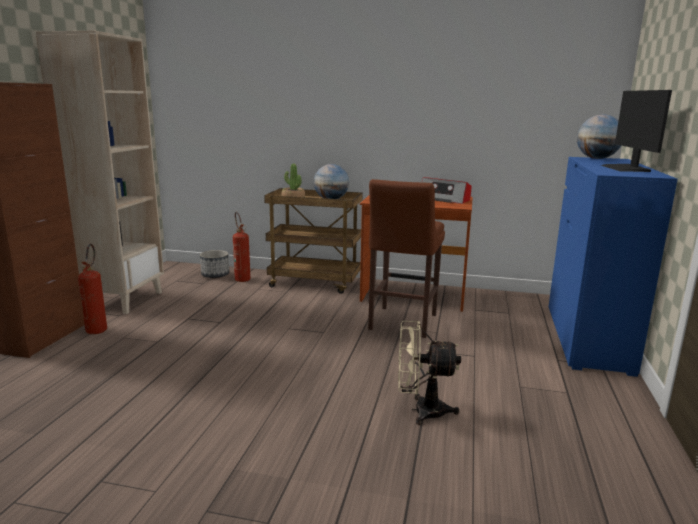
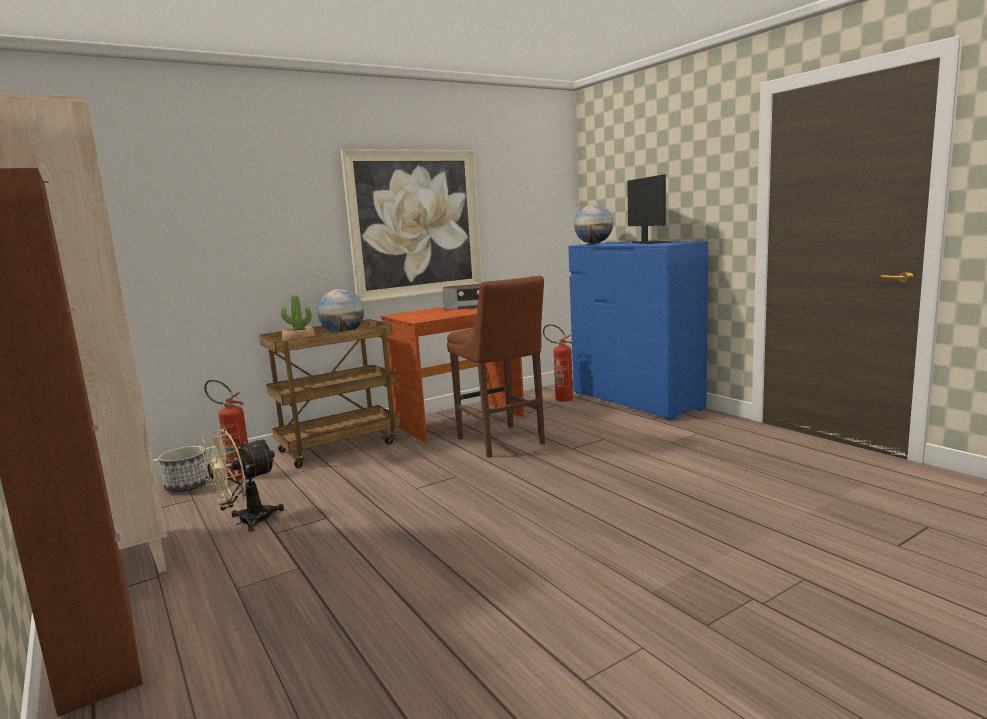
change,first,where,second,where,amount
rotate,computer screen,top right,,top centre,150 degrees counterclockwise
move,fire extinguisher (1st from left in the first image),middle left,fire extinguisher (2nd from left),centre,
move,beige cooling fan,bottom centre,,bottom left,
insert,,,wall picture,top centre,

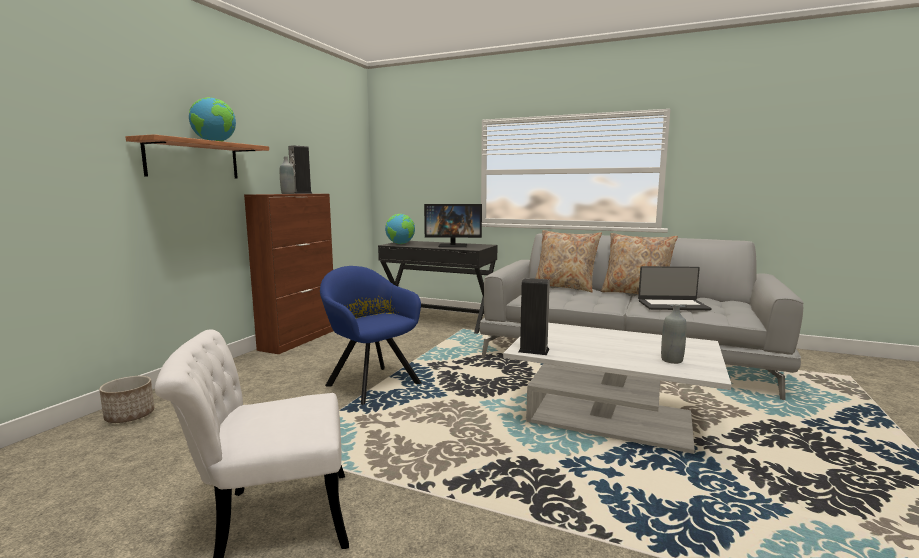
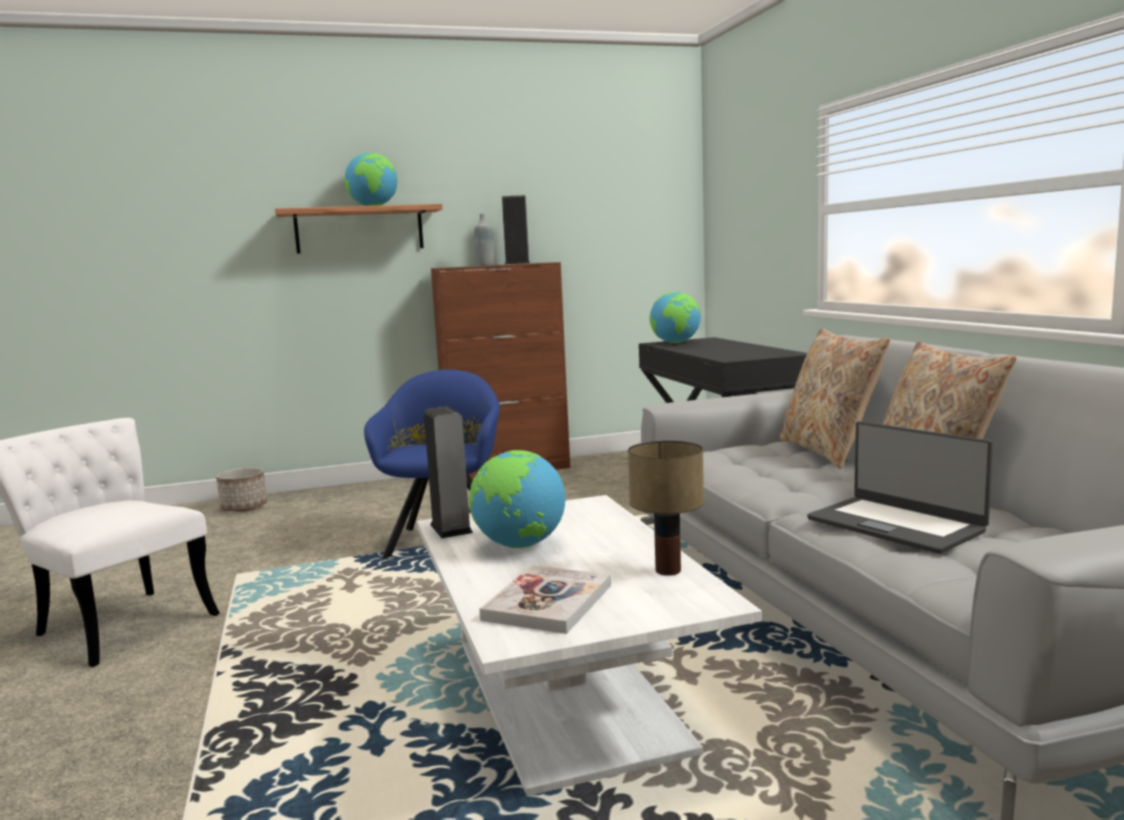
change,first,where,second,where,amount
delete,computer screen,centre,,,
replace,gray beverage bottle (2nd from left),middle right,volume,bottom centre,
insert,,,lamp for a table,centre,
insert,,,desk globe (2nd from left),centre,

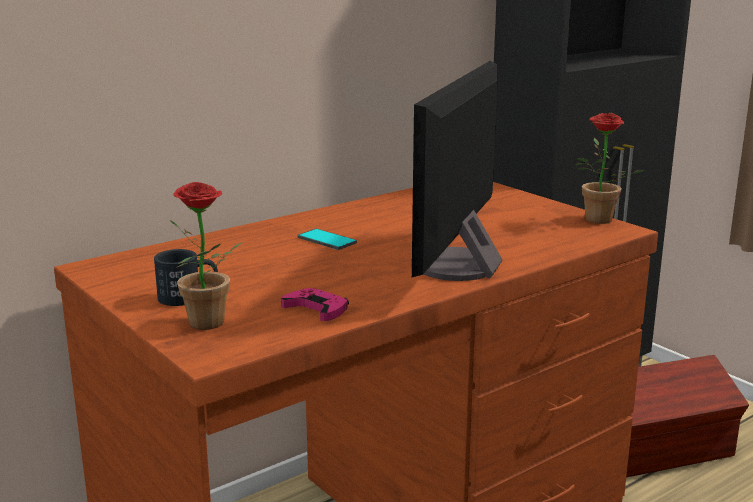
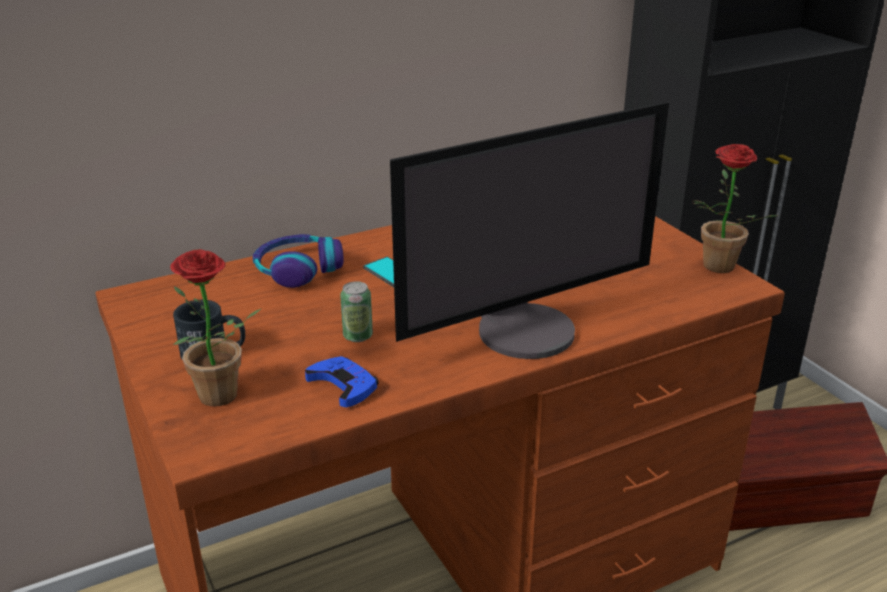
change,first,where,second,where,amount
rotate,computer screen,centre,,centre,150 degrees counterclockwise
recolor,pink-coloured game controller,centre,blue game controller,centre,
insert,,,headphones,centre,
insert,,,metal can,centre,

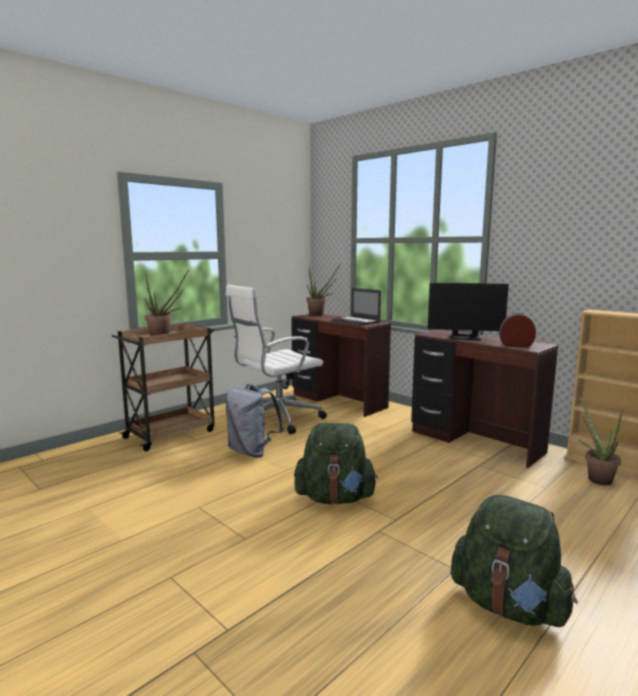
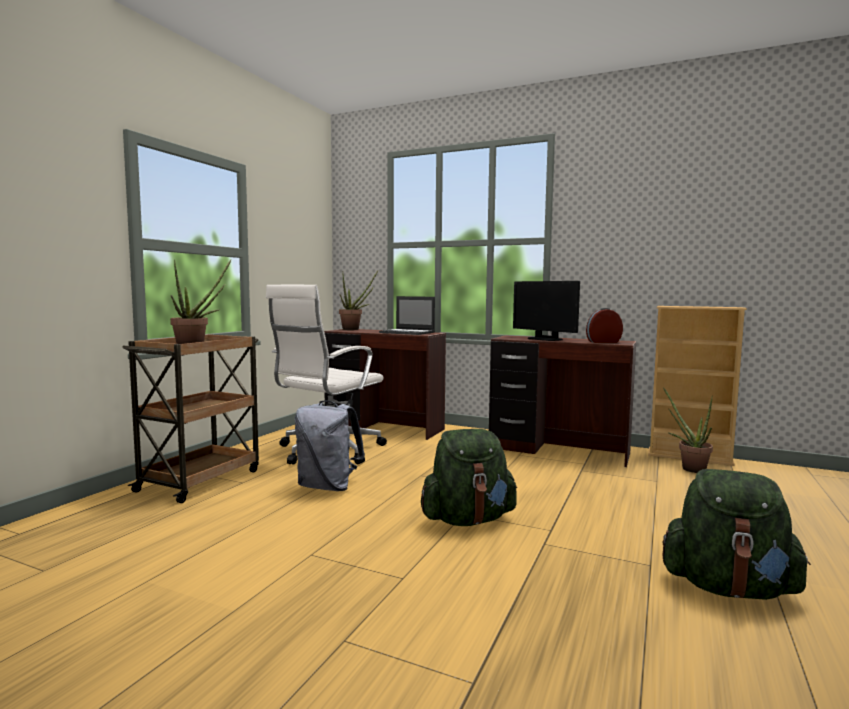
change,first,where,second,where,amount
rotate,computer screen,middle right,,centre,60 degrees clockwise

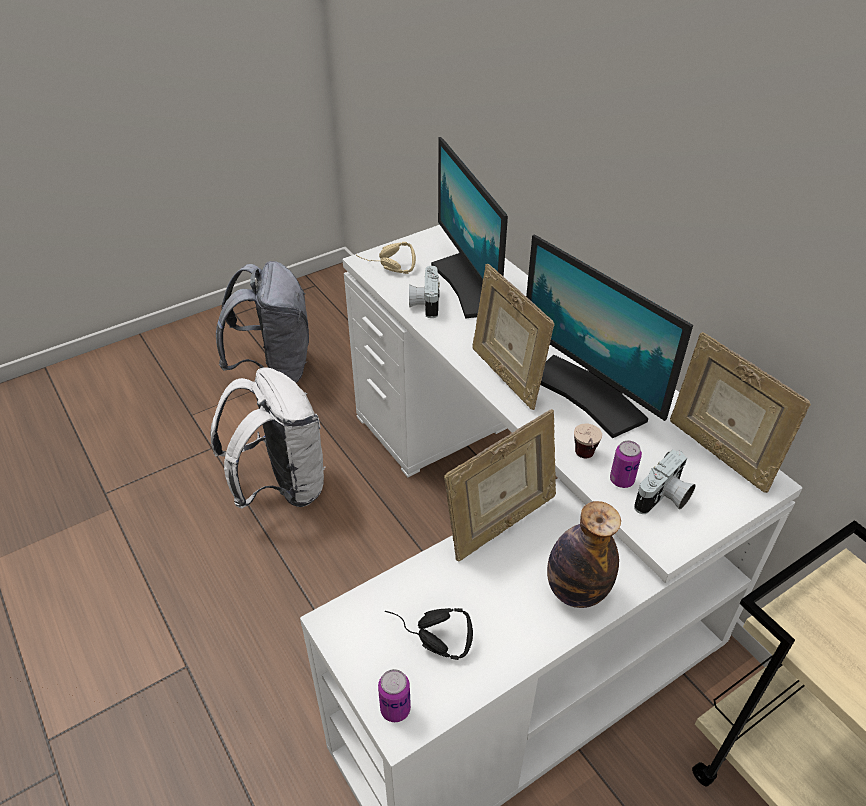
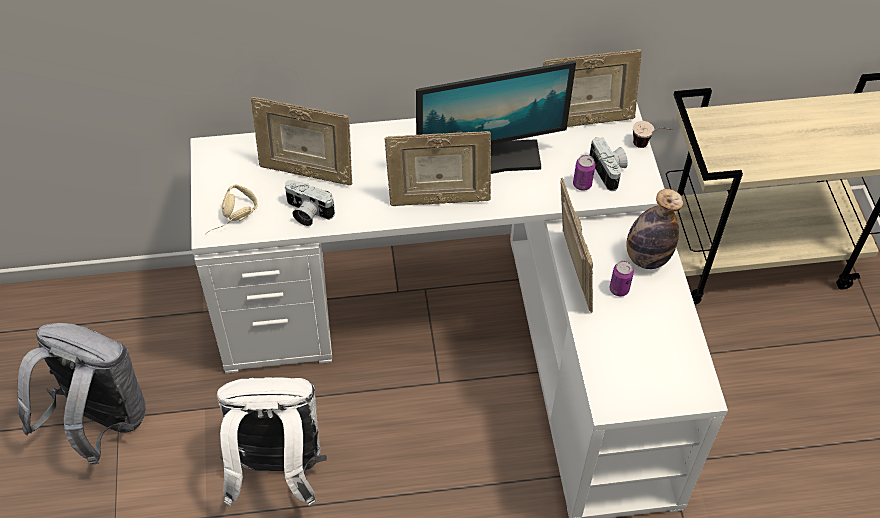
change,first,where,second,where,amount
replace,computer screen (1st from left),top centre,photo frame (1st from left),top centre,
move,cup,middle right,,top right,
delete,black-coloured headphones,bottom centre,,,
move,metal can (1st from left in the first image),bottom centre,metal can (2nd from left),middle right,

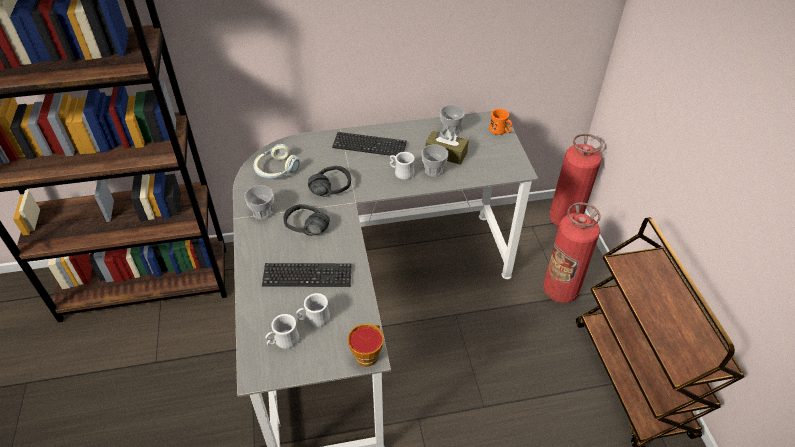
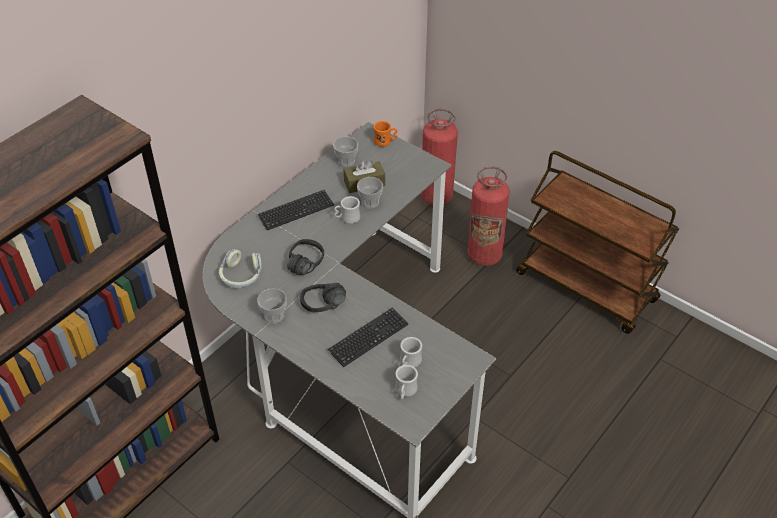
change,first,where,second,where,amount
delete,cup (2nd from left),bottom centre,,,

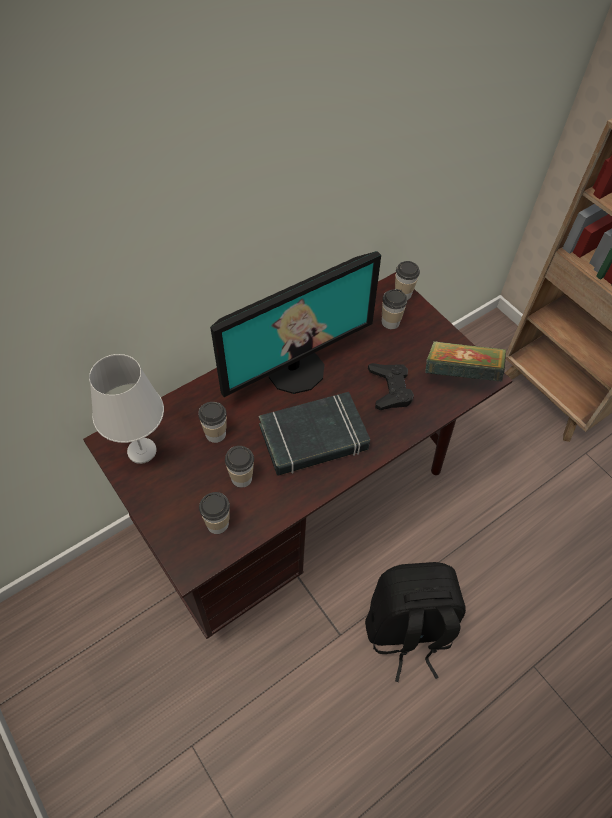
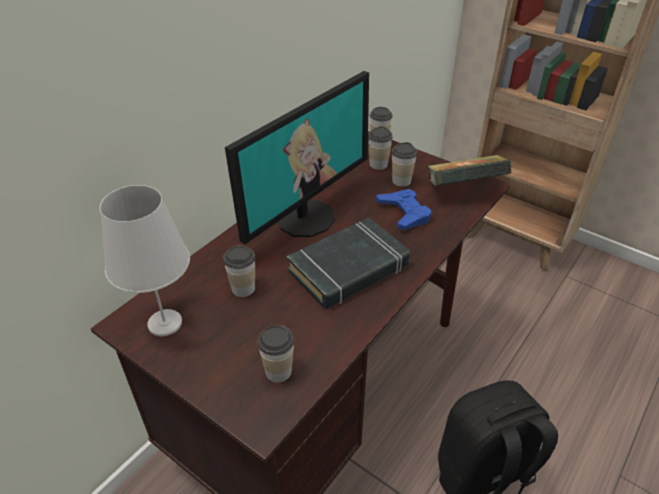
change,first,where,second,where,amount
recolor,black-coloured game controller,centre,blue game controller,centre,
move,cup (3rd from left in the first image),centre,cup (5th from left),top centre,

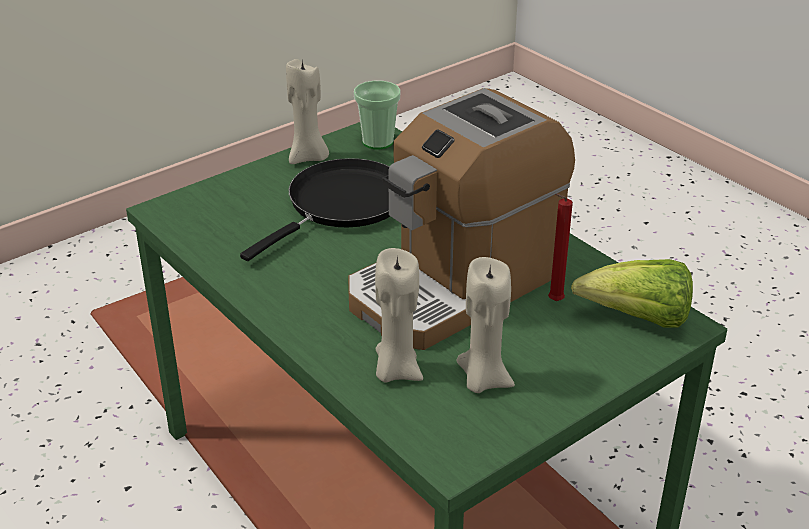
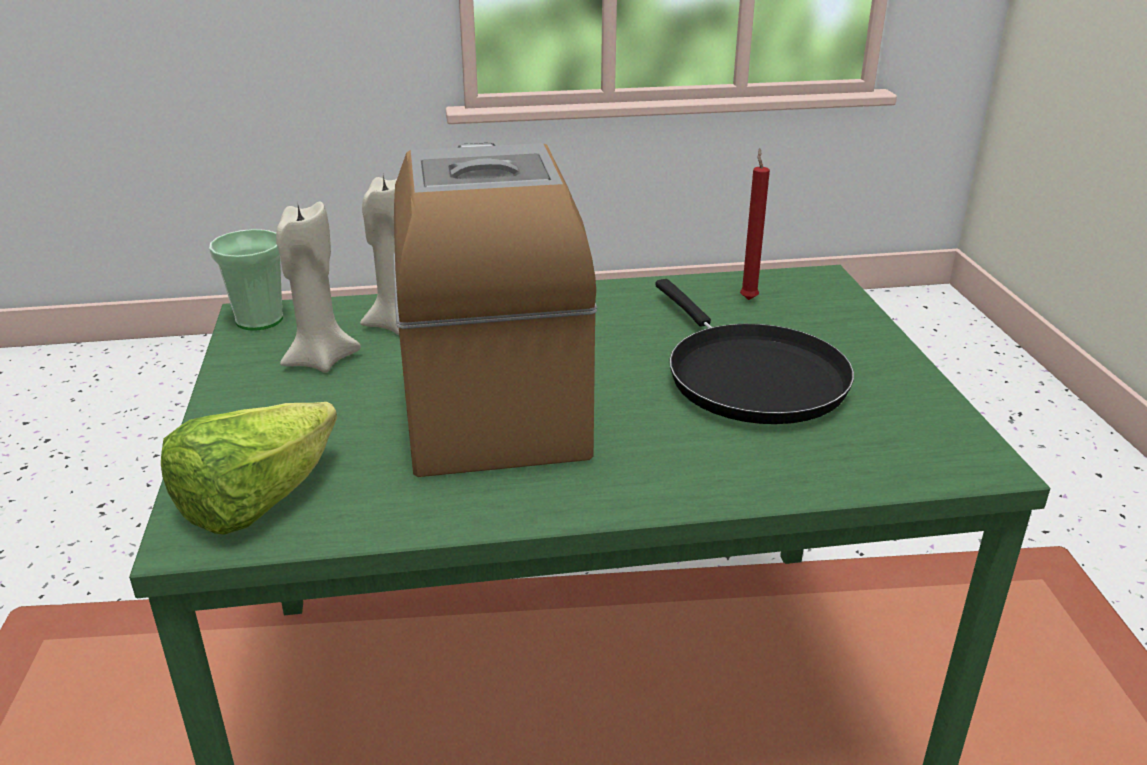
change,first,where,second,where,amount
delete,beige wax light (1st from left),top centre,,,
move,cup,top centre,,middle left,
move,red-coloured wax light,middle right,,top centre,

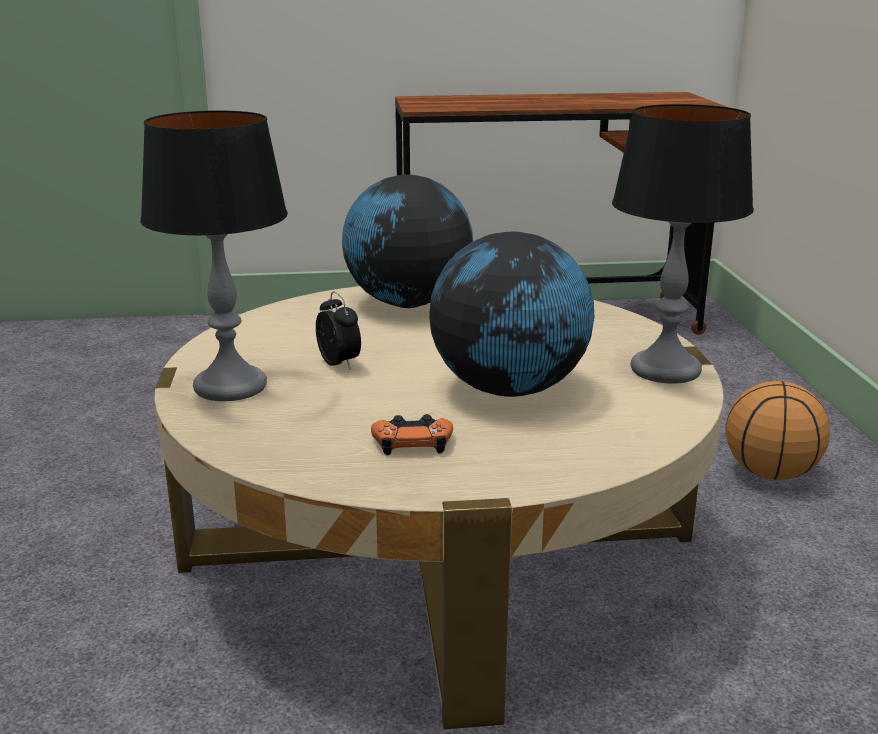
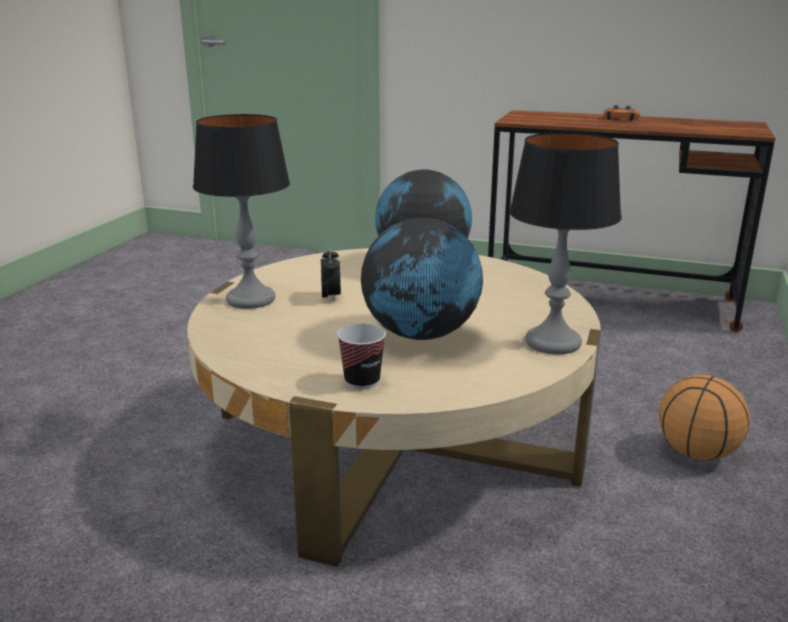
change,first,where,second,where,amount
move,orangey game controller,centre,,top right,
insert,,,cup,centre,

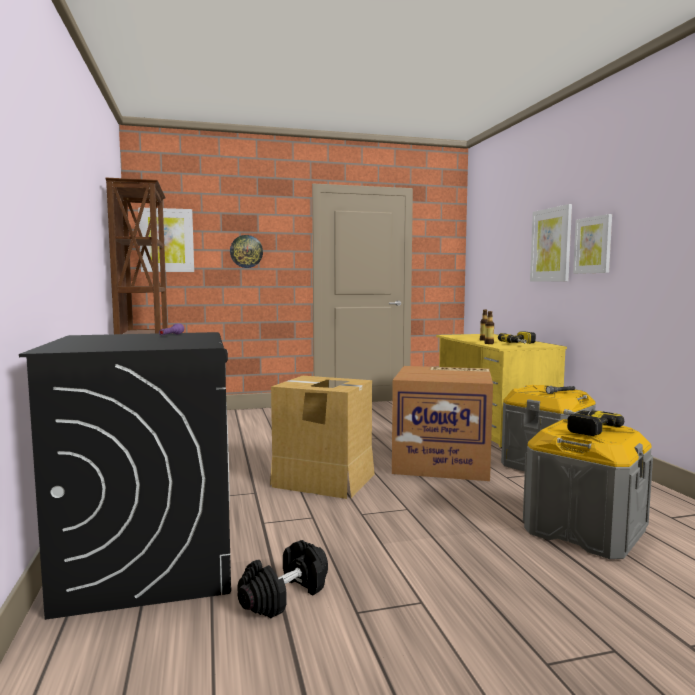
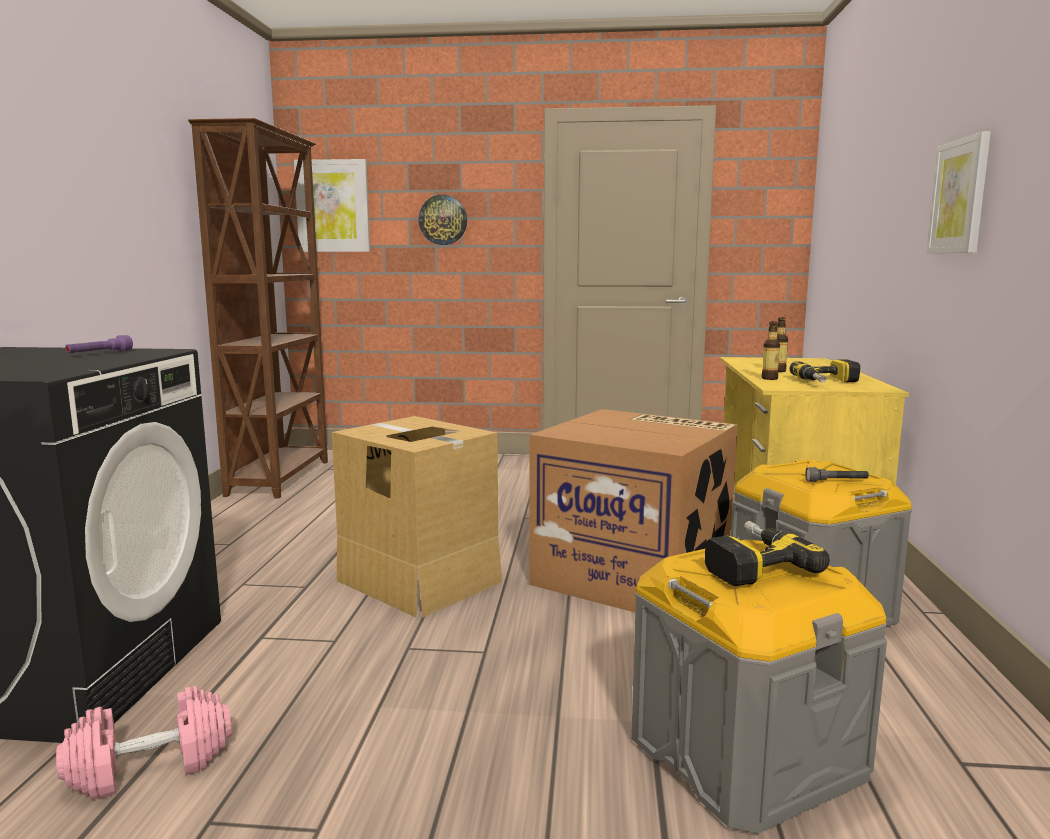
change,first,where,second,where,amount
delete,wall picture (2nd from left),middle right,,,
recolor,black-coloured free weight,bottom centre,pink-coloured free weight,bottom left,

